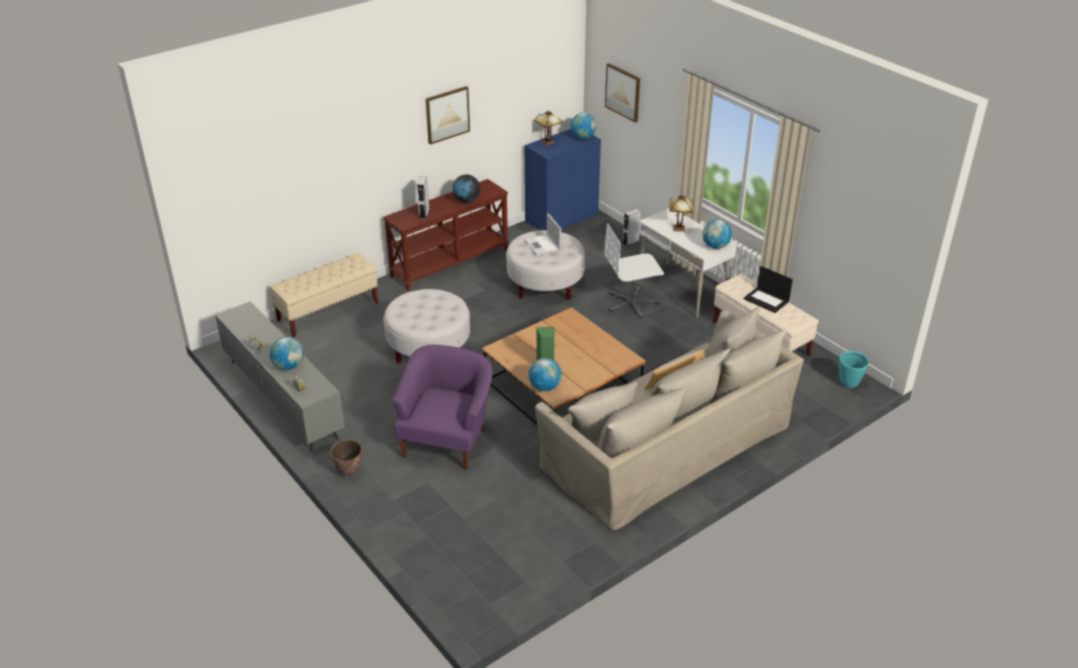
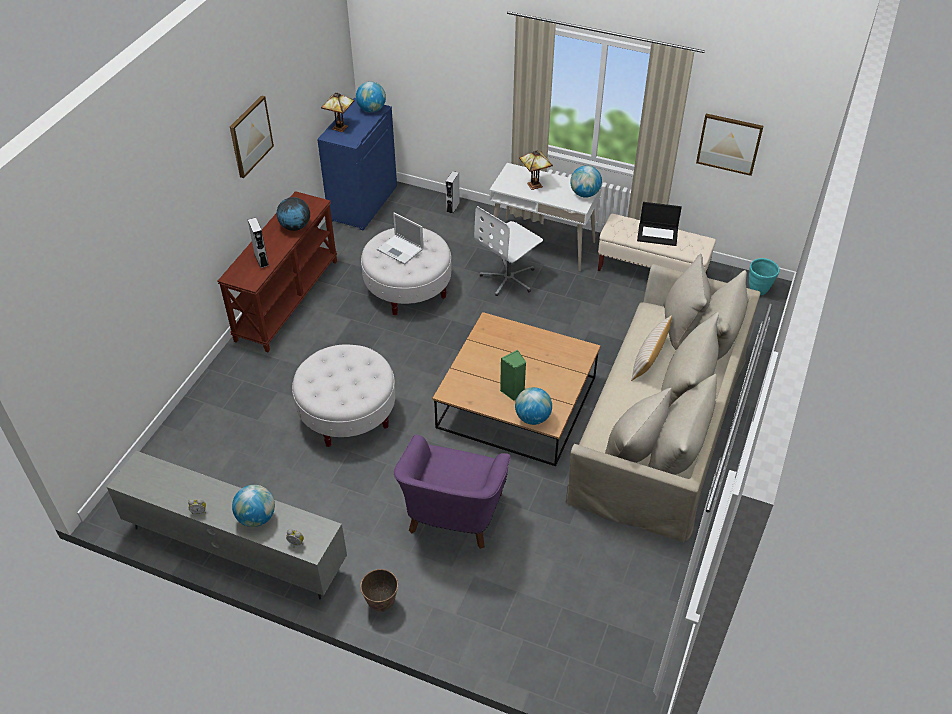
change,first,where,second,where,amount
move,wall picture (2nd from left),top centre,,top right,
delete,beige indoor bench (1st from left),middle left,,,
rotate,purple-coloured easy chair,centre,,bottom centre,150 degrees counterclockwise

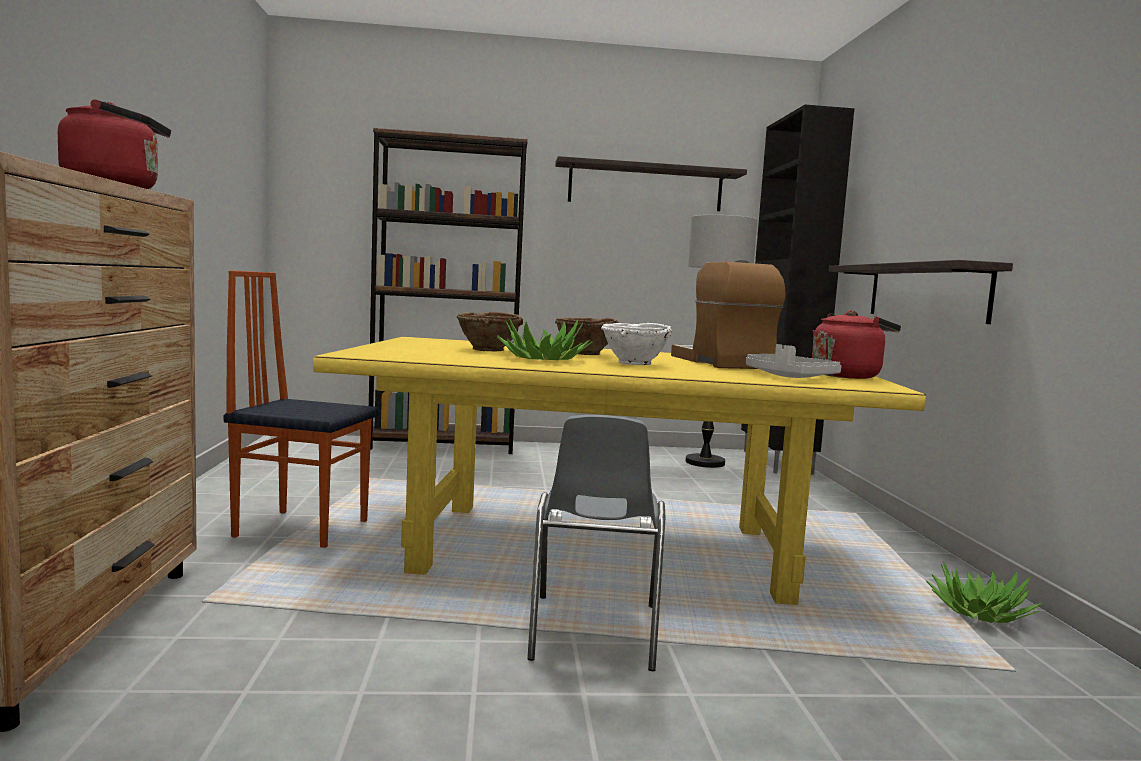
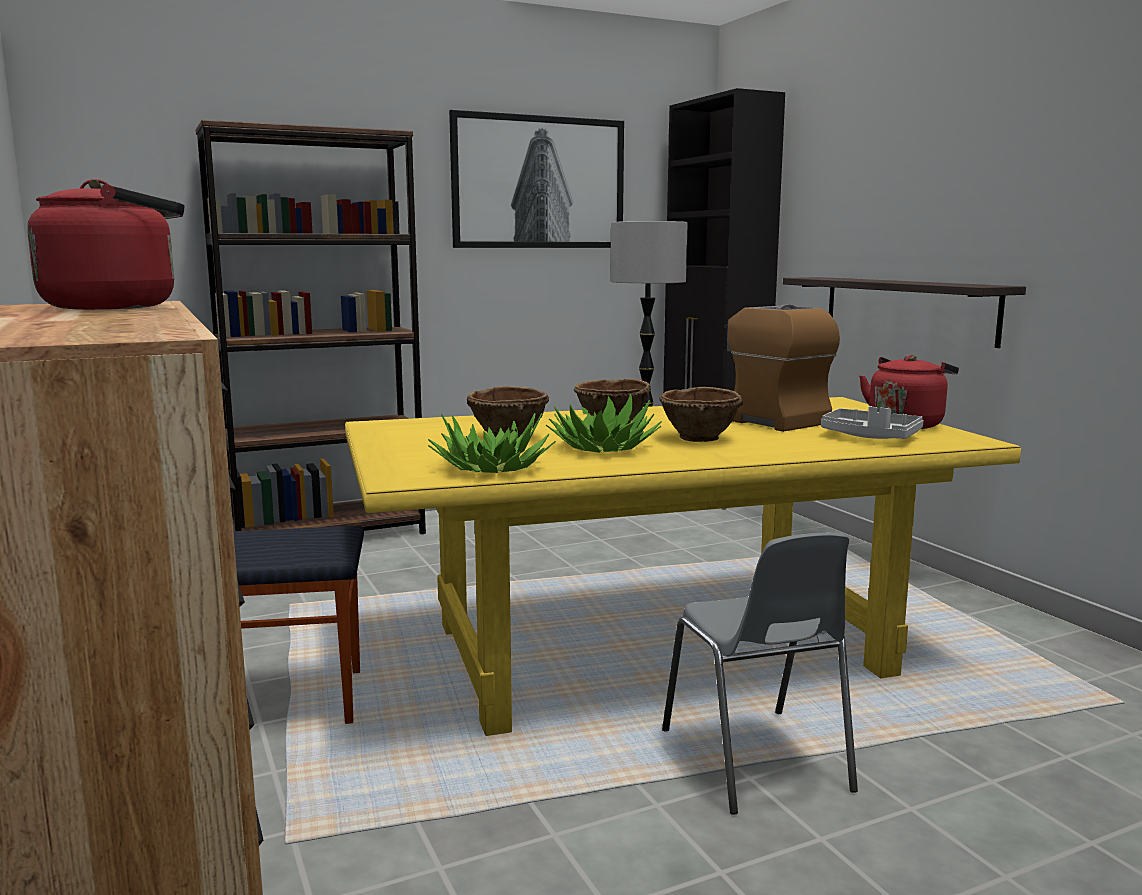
change,first,where,second,where,amount
replace,shelf (1st from left),top centre,wall picture,top centre,
recolor,white serving bowl,centre,brown-coloured serving bowl (3rd from left),centre,
move,houseplant (2nd from left in the first image),bottom right,houseplant (1st from left),centre,

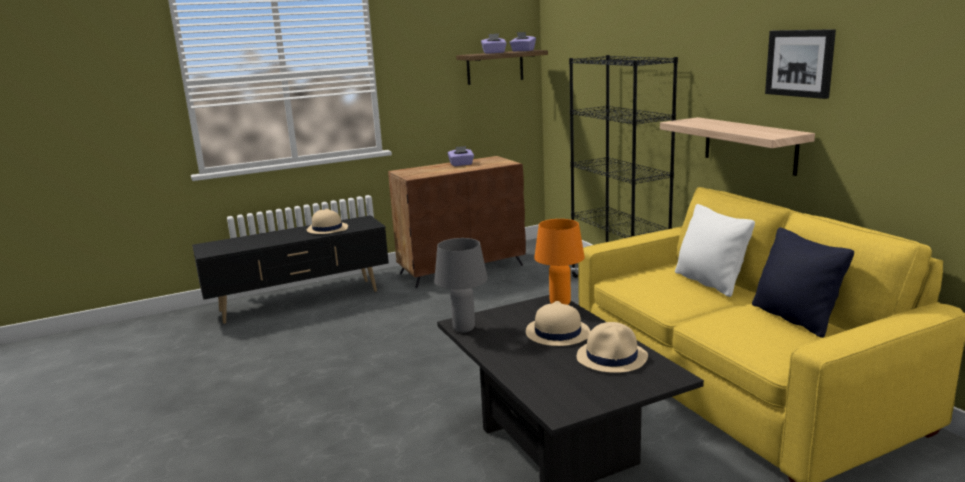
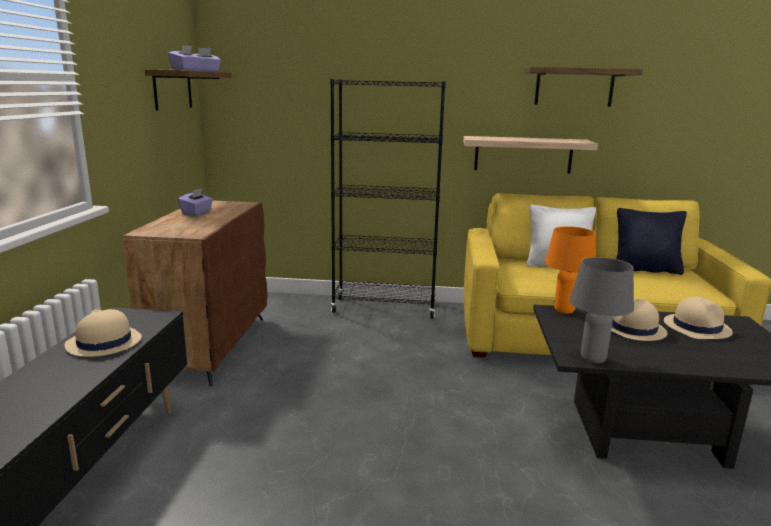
change,first,where,second,where,amount
replace,wall picture,top right,shelf (3rd from left),top right,

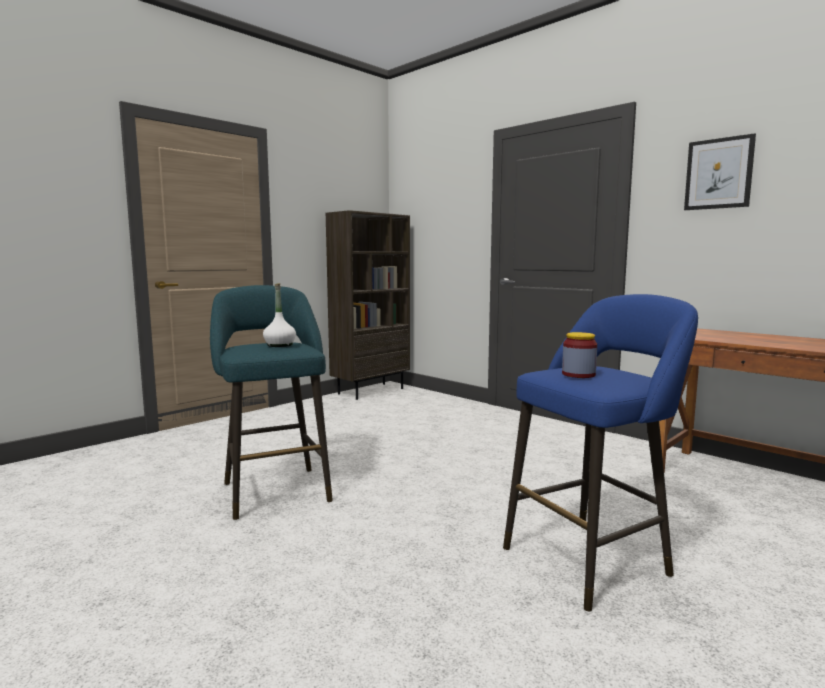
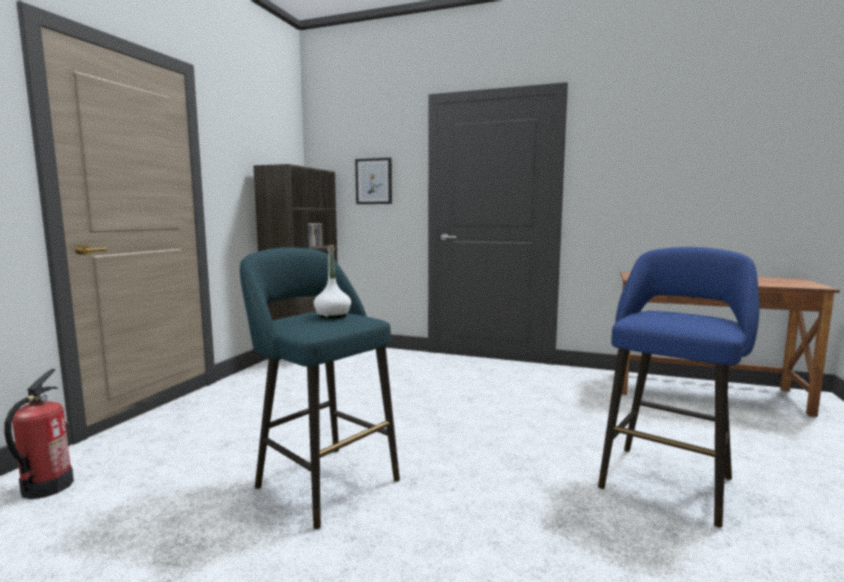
change,first,where,second,where,amount
move,wall picture,top right,,top centre,
delete,jar,middle right,,,
insert,,,fire extinguisher,bottom left,

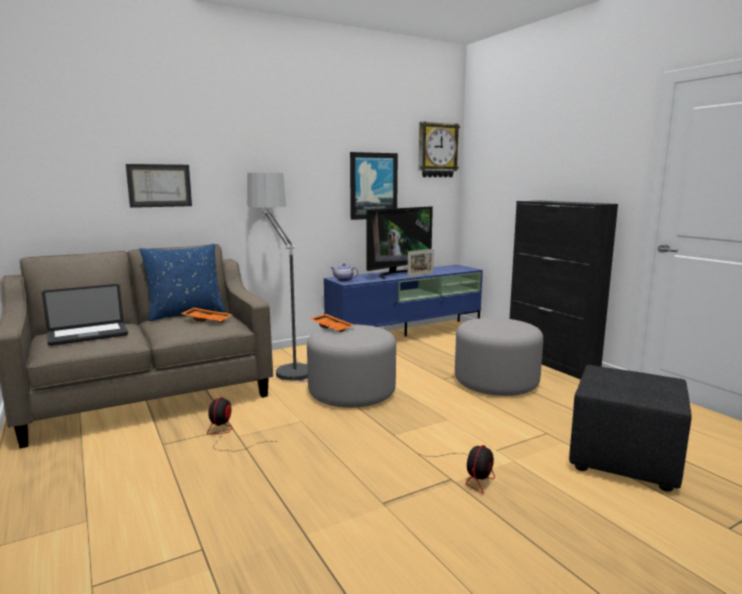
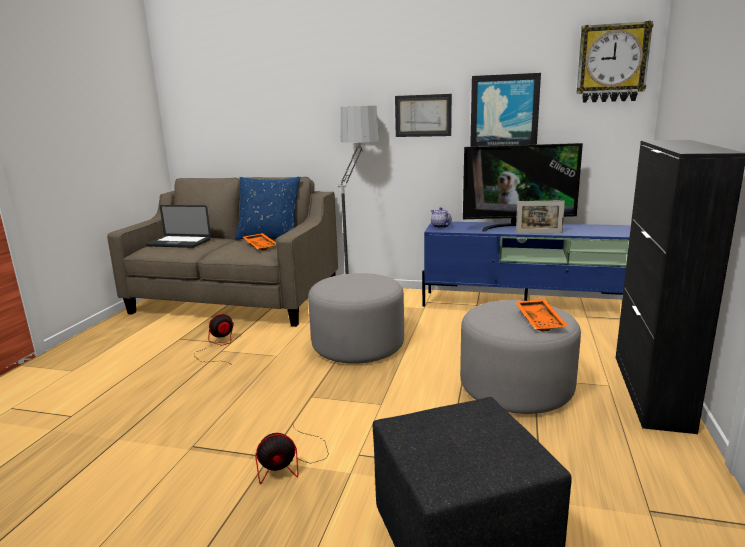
change,first,where,second,where,amount
move,wall picture (1st from left),top left,,top centre,
move,orangey tray (2nd from left),centre,,middle right,

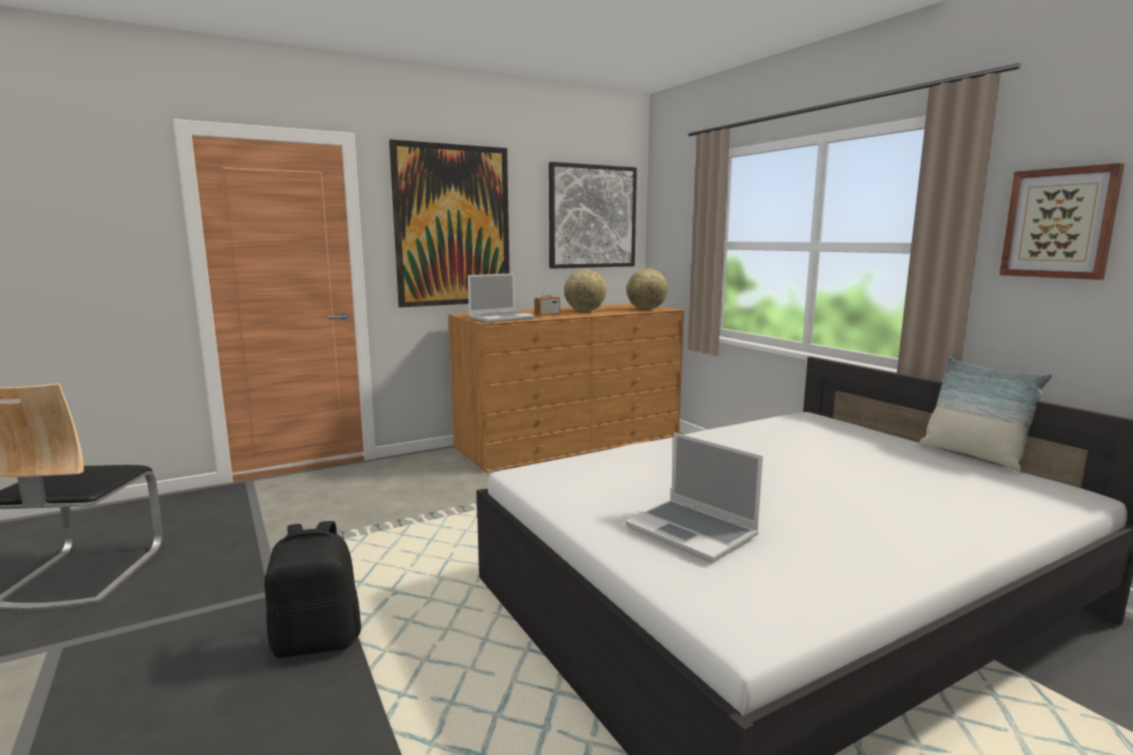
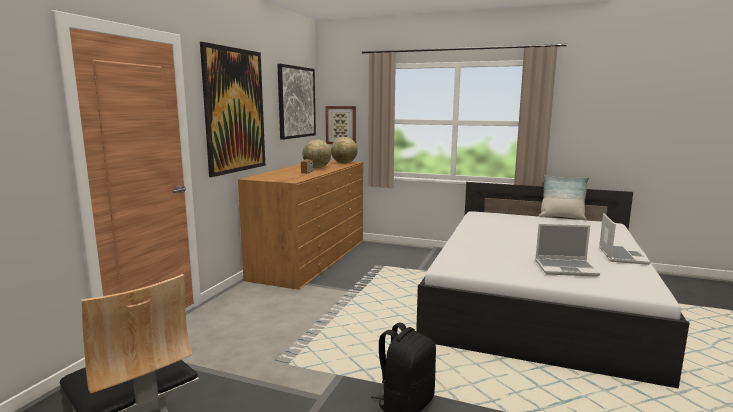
change,first,where,second,where,amount
move,wall picture (3rd from left),top right,,top centre,
move,laptop (1st from left in the first image),centre,laptop (2nd from left),middle right,

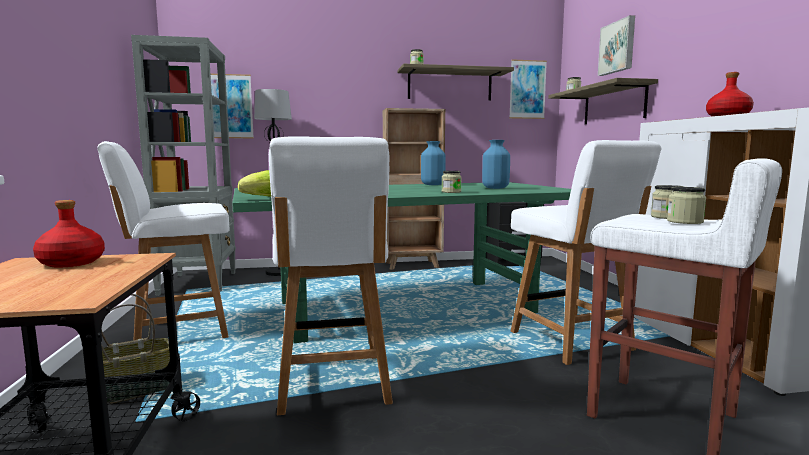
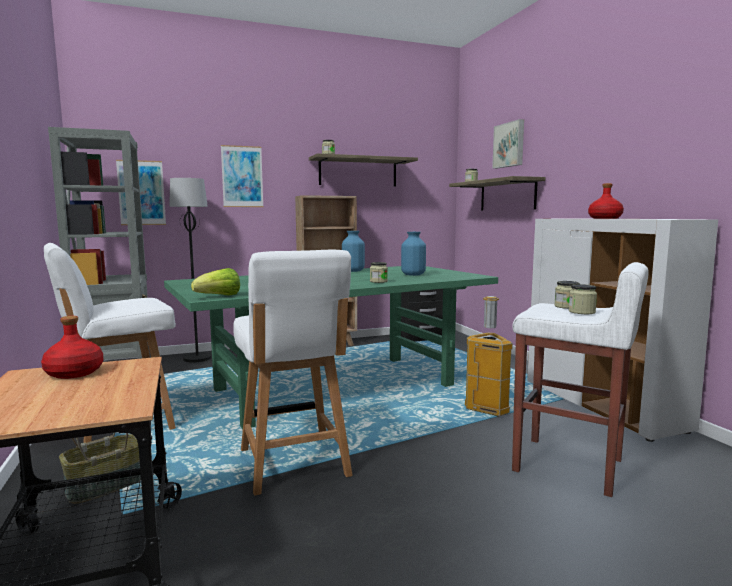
change,first,where,second,where,amount
move,wall picture (2nd from left),top centre,,top left,
replace,white plain chair (3rd from left),middle right,rubbish bin,middle right,

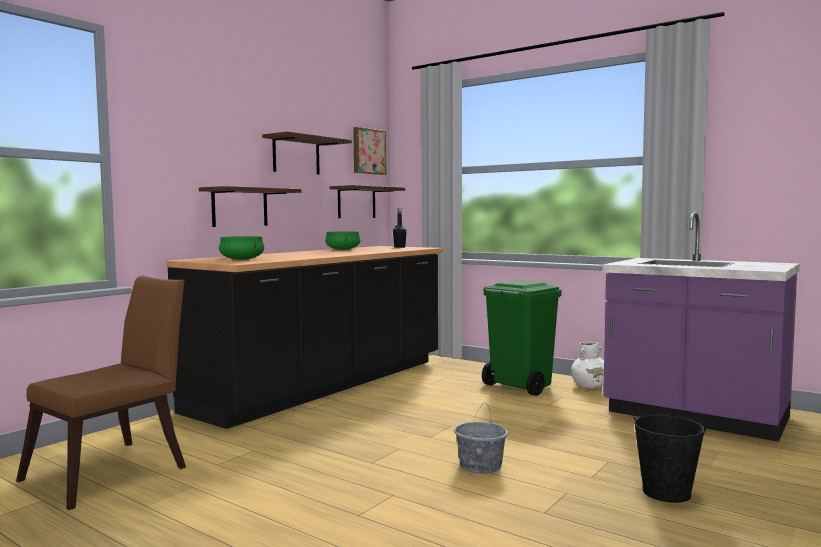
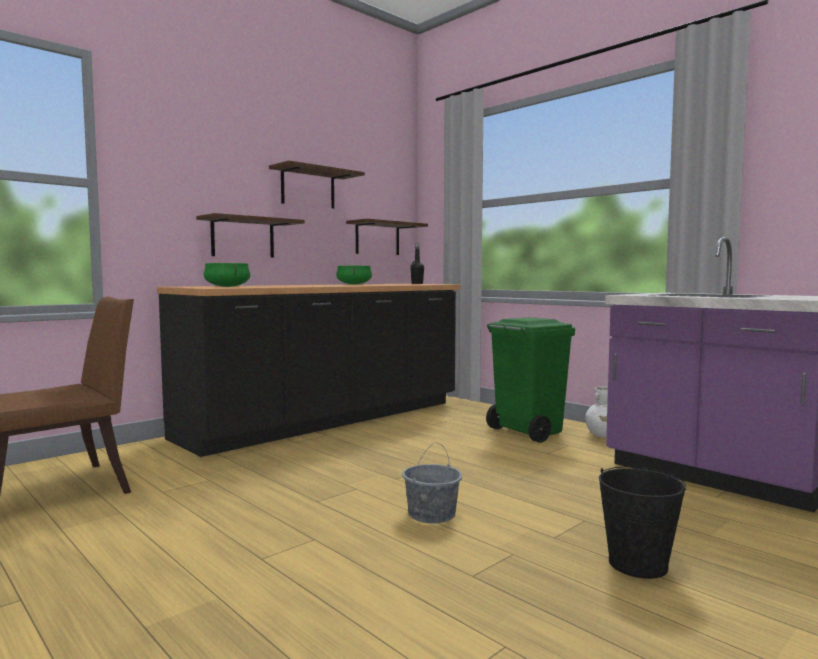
change,first,where,second,where,amount
delete,wall picture,top centre,,,

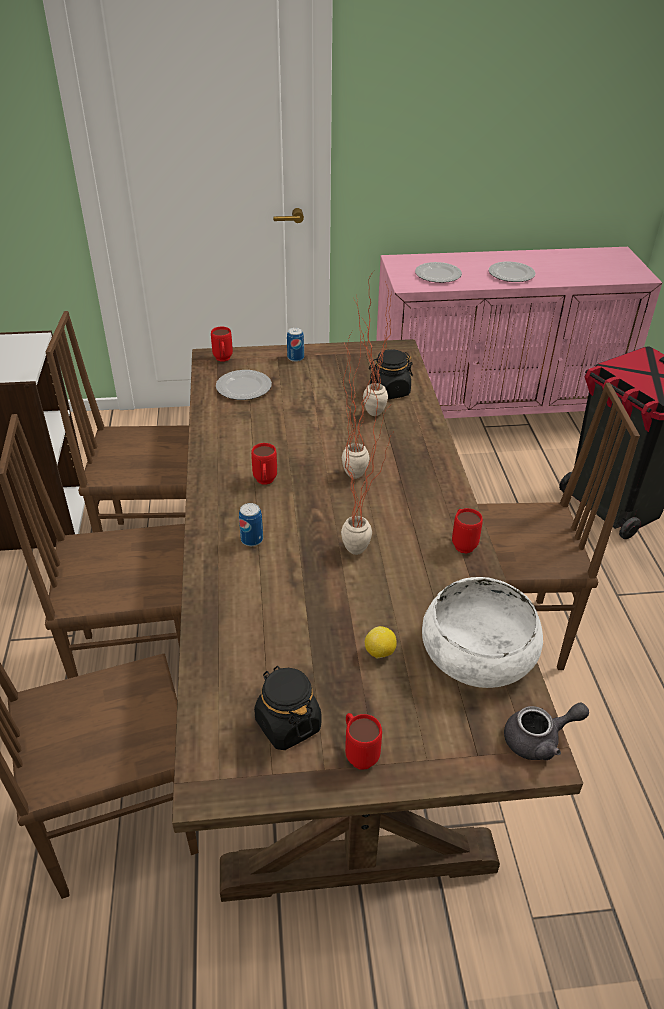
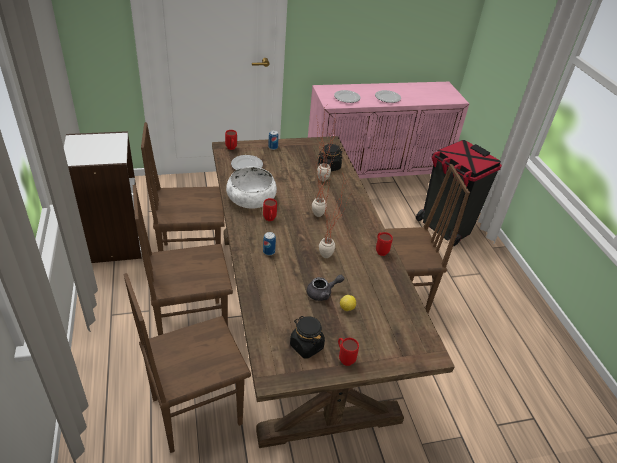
change,first,where,second,where,amount
move,white serving bowl,middle right,,centre,
move,gray tea pot,bottom right,,centre,

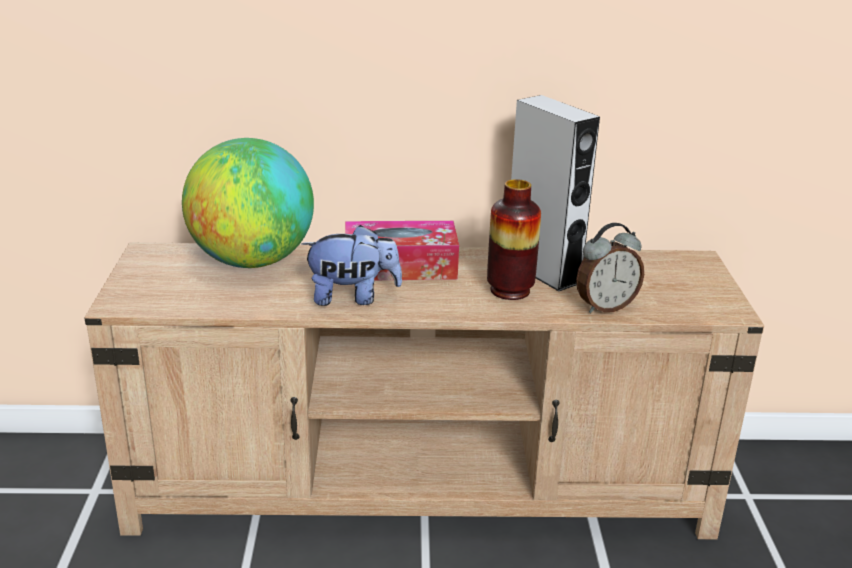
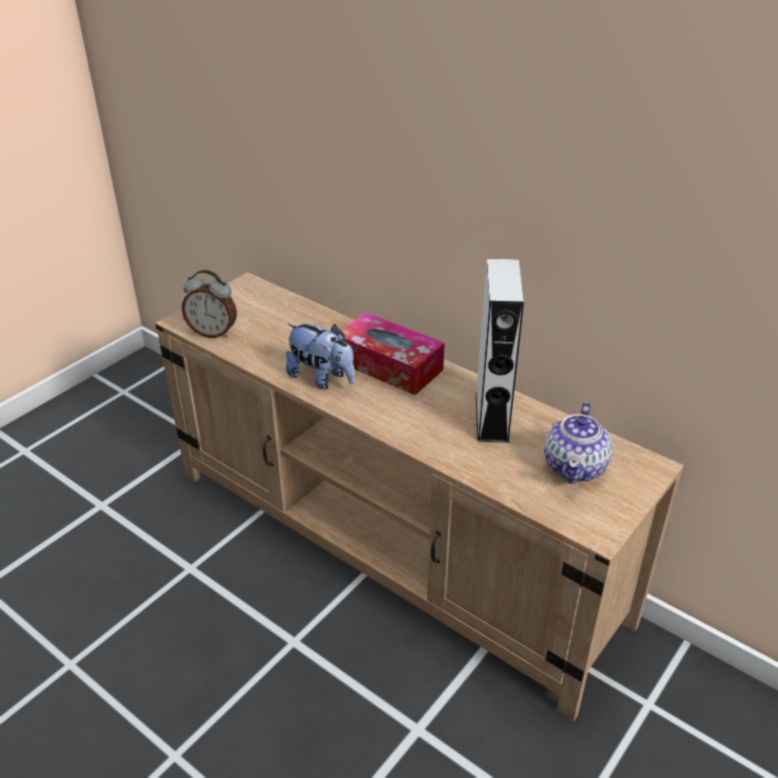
change,first,where,second,where,amount
delete,desk globe,middle left,,,
delete,vase,centre,,,
move,table clock,middle right,,middle left,
insert,,,tea pot,middle right,

